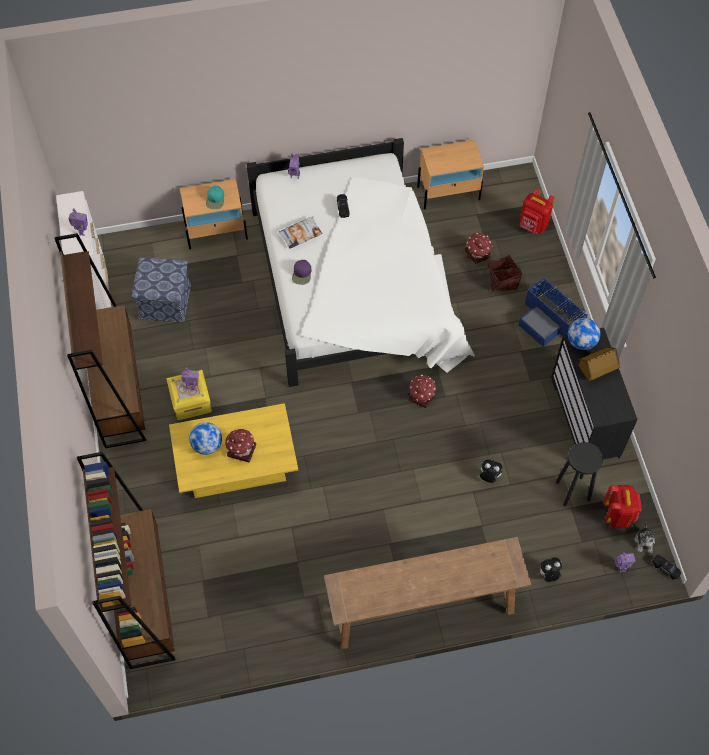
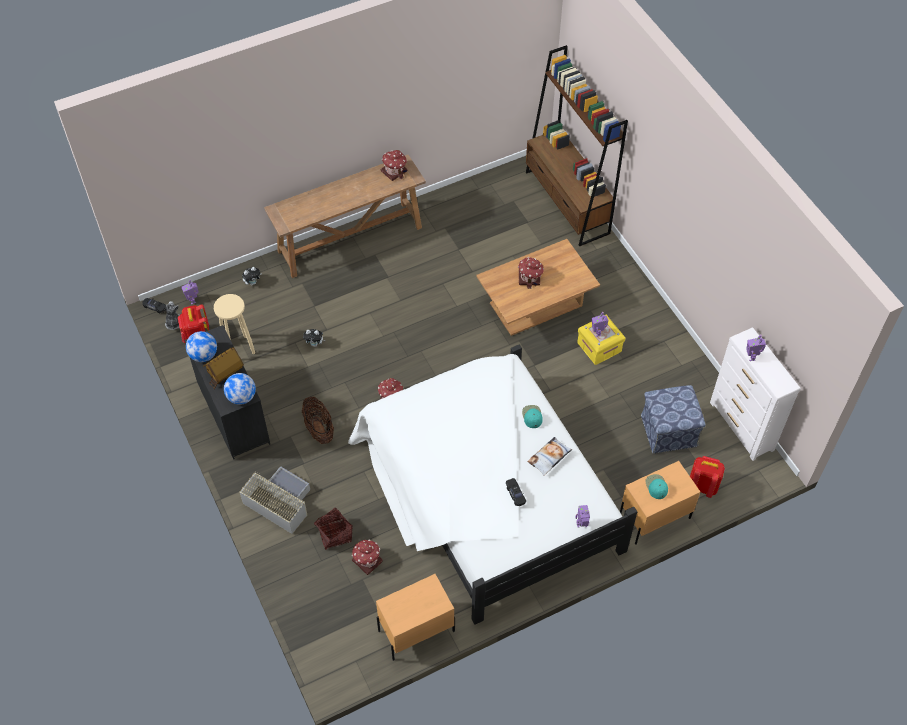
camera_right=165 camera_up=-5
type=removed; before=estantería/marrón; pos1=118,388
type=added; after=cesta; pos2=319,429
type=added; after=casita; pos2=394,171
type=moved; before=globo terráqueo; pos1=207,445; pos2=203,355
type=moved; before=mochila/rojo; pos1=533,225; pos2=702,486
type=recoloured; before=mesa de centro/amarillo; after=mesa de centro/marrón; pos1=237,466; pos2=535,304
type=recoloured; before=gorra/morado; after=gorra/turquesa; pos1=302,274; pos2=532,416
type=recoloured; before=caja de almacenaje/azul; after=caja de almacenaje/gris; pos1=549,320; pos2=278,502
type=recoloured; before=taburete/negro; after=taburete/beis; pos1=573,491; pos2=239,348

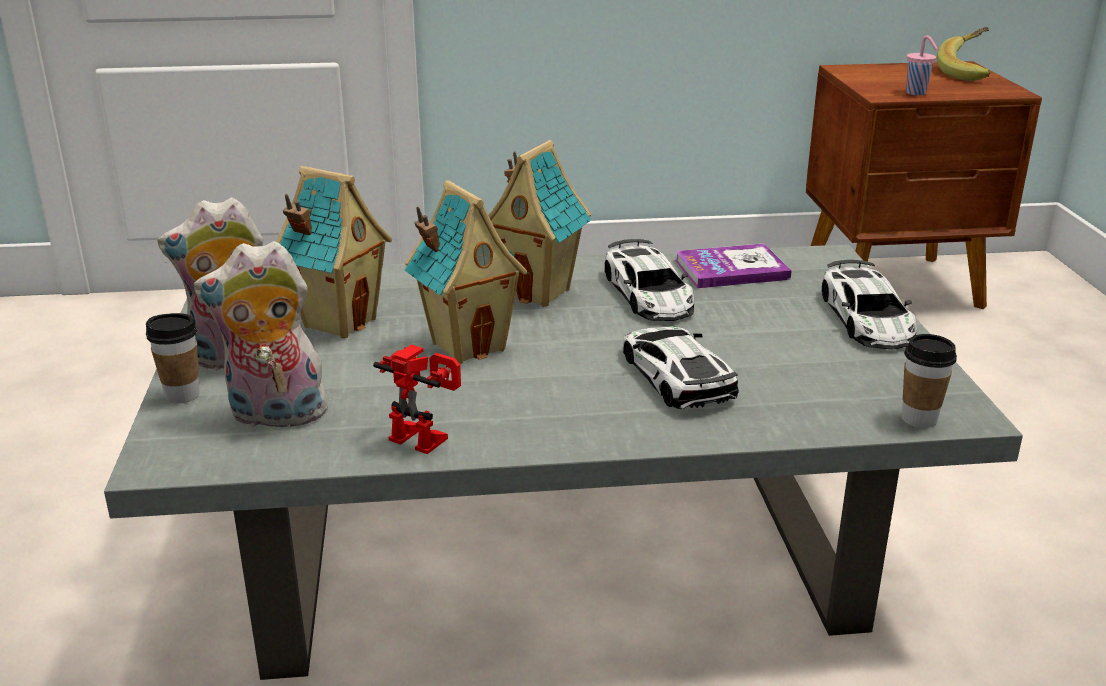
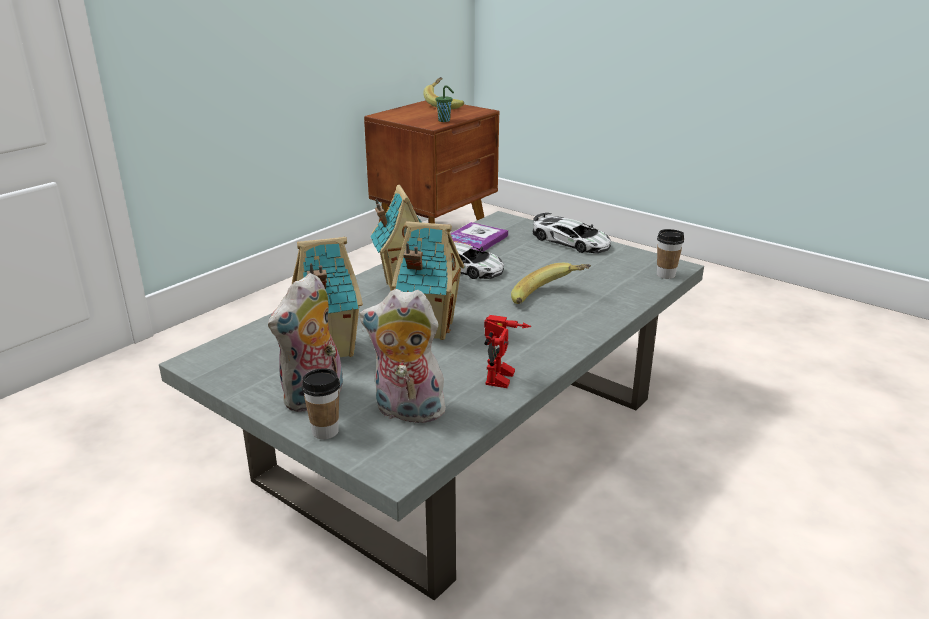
camera_right=-45 camera_up=0
type=replaced; before=coche de juguete; after=plátano; pos1=675,376; pos2=549,299
type=recoloured; before=taza/rosa; after=taza/verde; pos1=917,93; pos2=445,121
type=turned; before=peluche; pos1=275,416; pos2=407,412; turn=60
type=turned; before=robot de juguete; pos1=426,437; pos2=504,380; turn=120

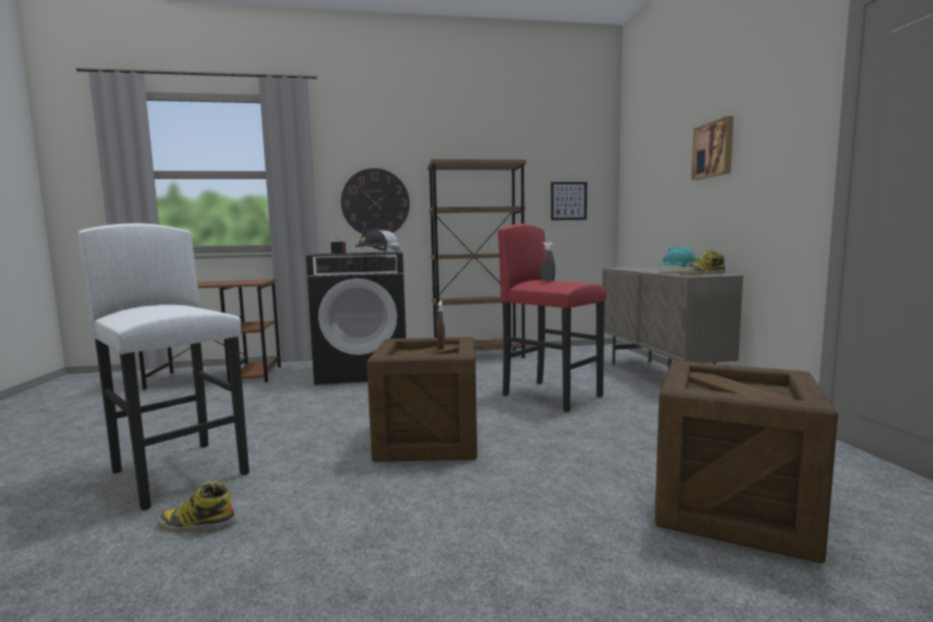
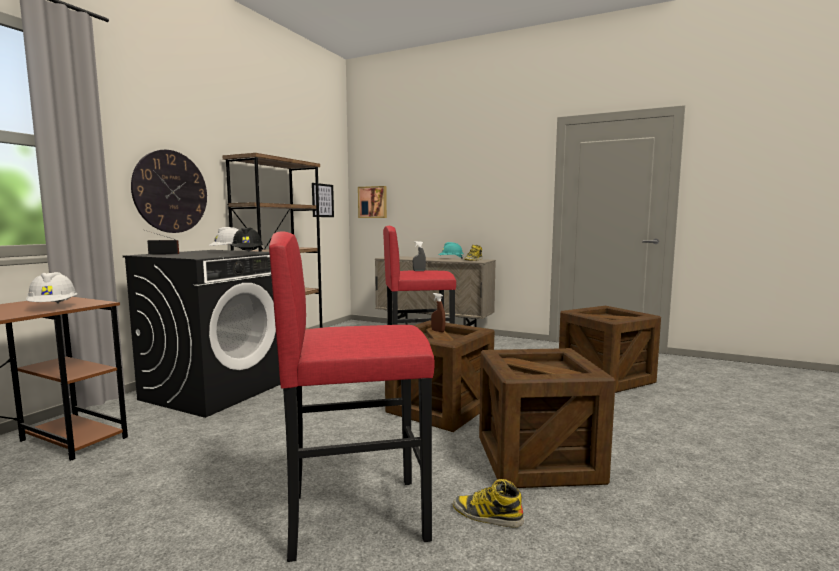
camera_right=-55 camera_up=0
type=added; after=casco/blanco; pos2=53,307
type=added; after=caja de embalaje; pos2=538,459
type=moved; before=cuadro; pos1=714,150; pos2=373,202
type=recoloured; before=taburete/blanco; after=taburete/rojo; pos1=180,472; pos2=356,516
type=turned; before=bota; pos1=196,524; pos2=487,515; turn=75

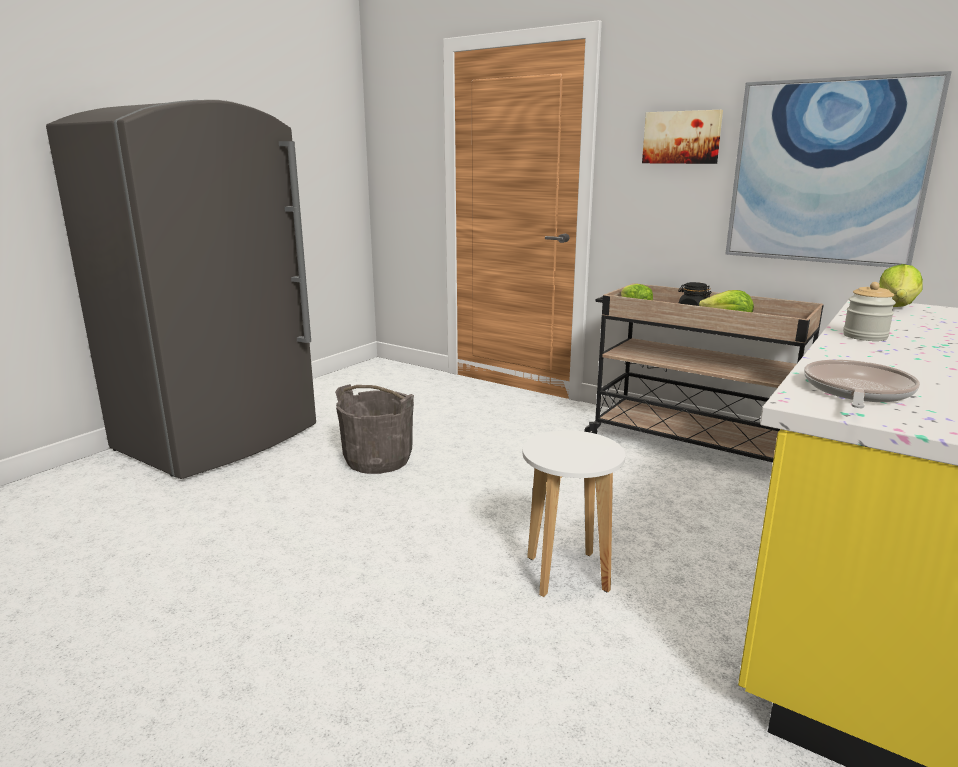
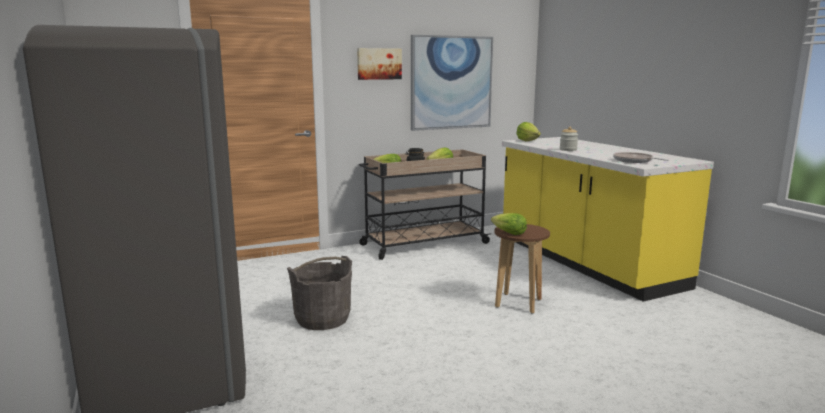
camera_right=-60 camera_up=-5
type=added; after=lechuga; pos2=508,233
type=recoloured; before=taburete/blanco; after=taburete/marrón; pos1=567,574; pos2=518,303

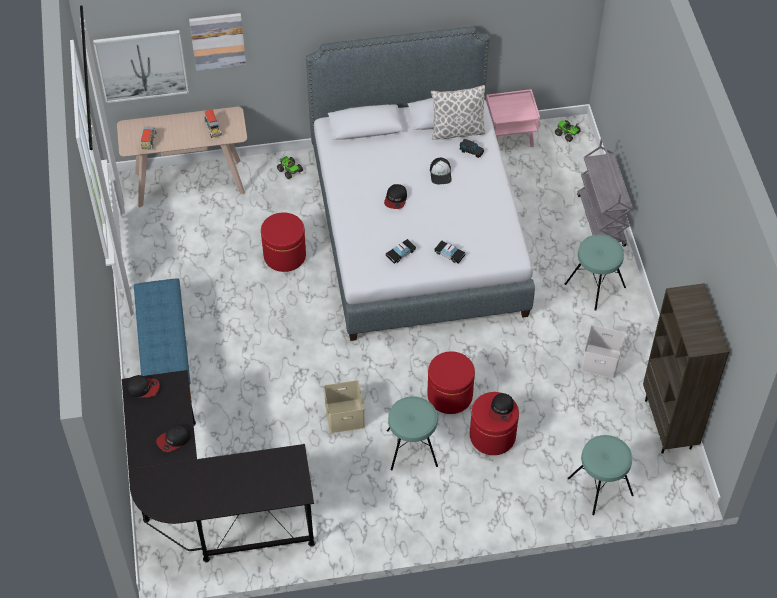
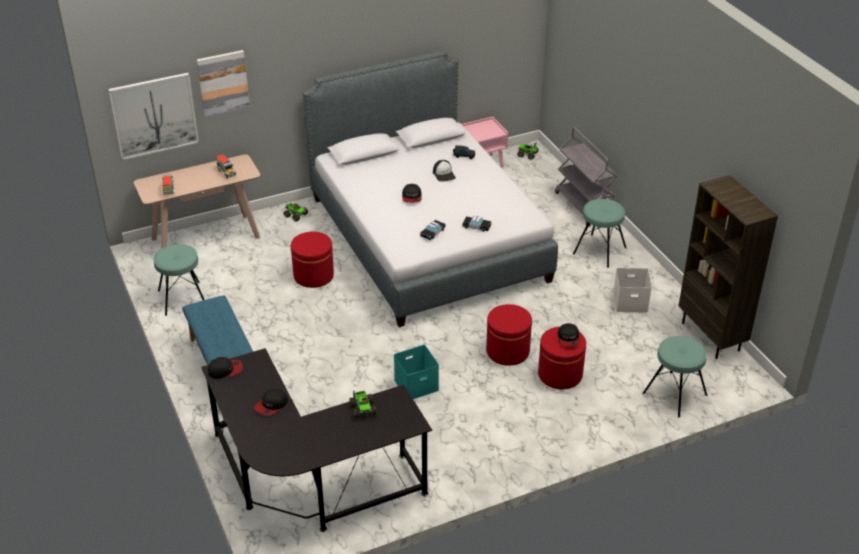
camera_right=-15 camera_up=-15
type=removed; before=cojín; pos1=457,131
type=added; after=camión de juguete; pos2=363,409
type=moved; before=taburete/turquesa; pos1=412,448; pos2=182,298
type=recoloured; before=caja de almacenaje/beis; after=caja de almacenaje/turquesa; pos1=345,415; pos2=416,384

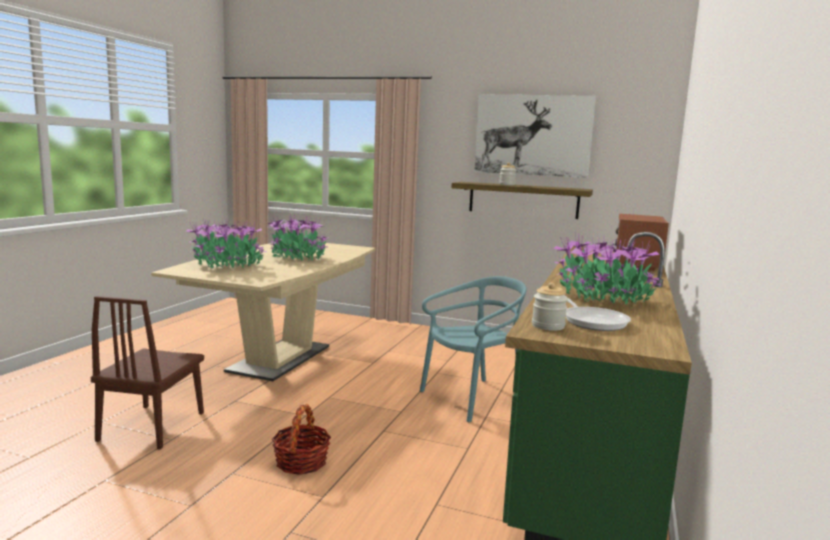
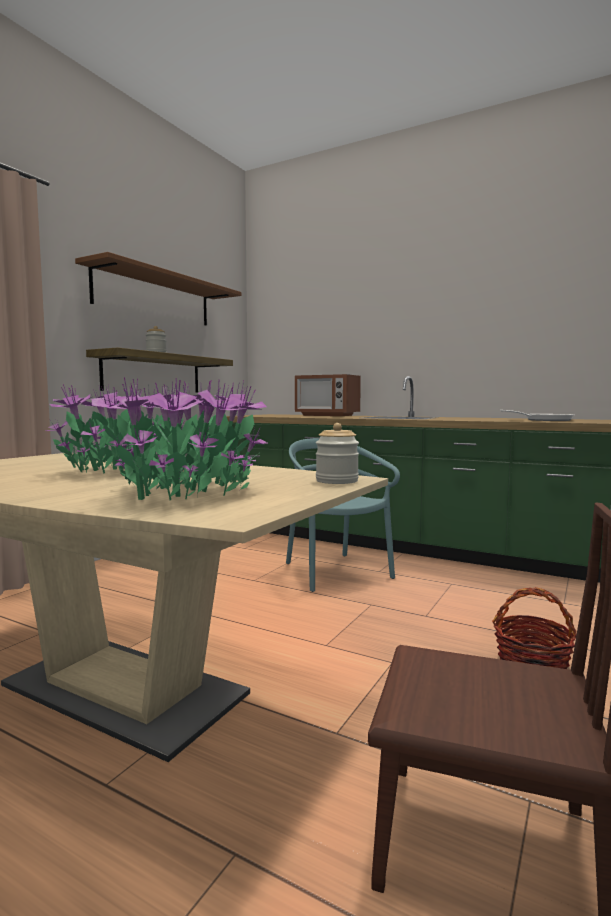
camera_right=-80 camera_up=-5
type=removed; before=planta en maceta; pos1=603,299
type=moved; before=tarro; pos1=548,326; pos2=337,481
type=replaced; before=cuadro; after=estante/marrón; pos1=532,135; pos2=154,297

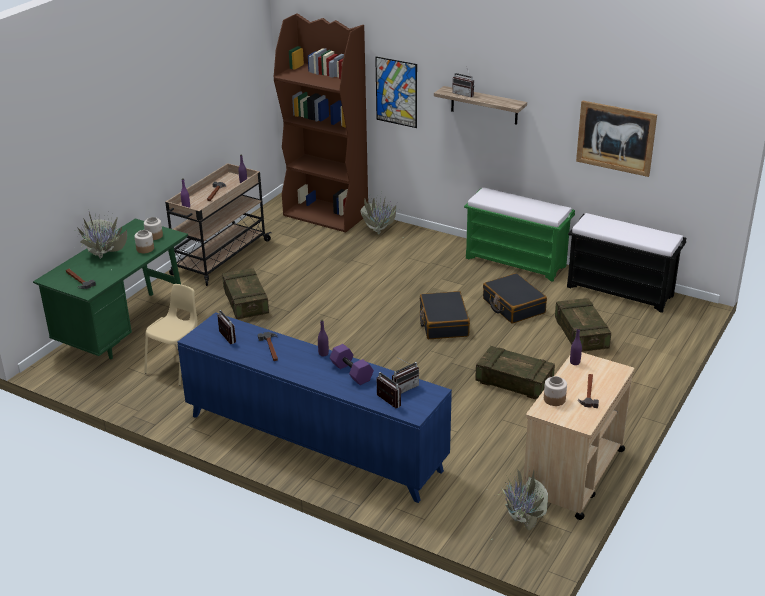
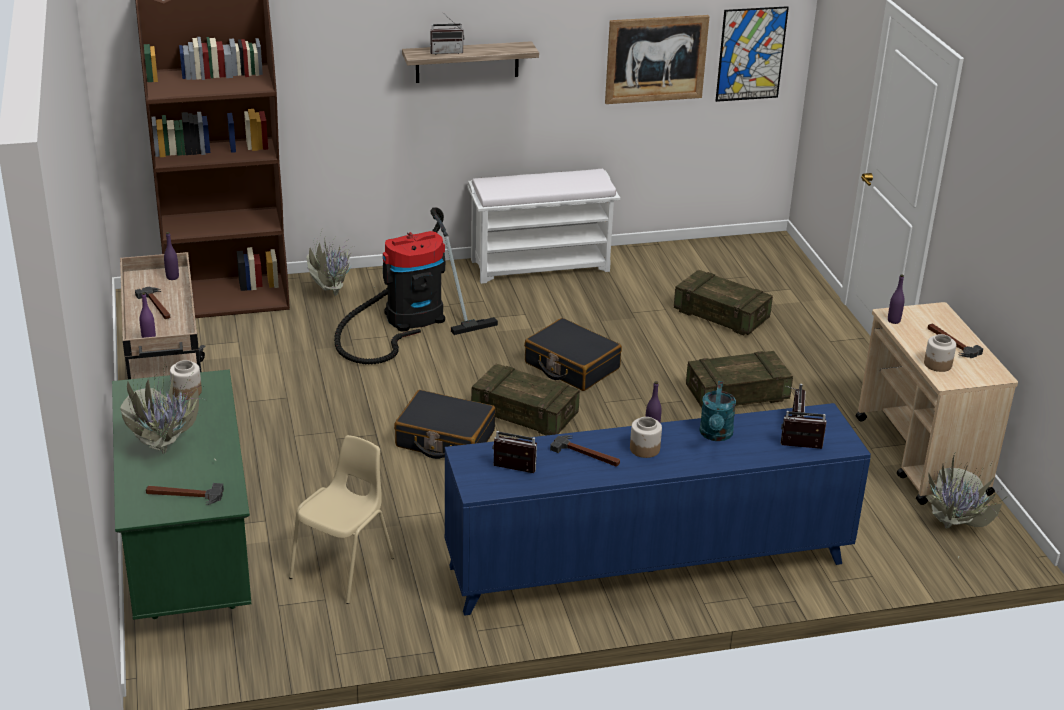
camera_right=-45 camera_up=0
type=removed; before=banco/negro; pos1=621,291
type=added; after=aspiradora; pos2=408,320
type=moved; before=tarro; pos1=145,249; pos2=645,449
type=moved; before=caja de embalaje; pos1=246,303; pos2=524,414
type=moved; before=cuadro; pos1=396,92; pos2=751,54
type=moved; before=maleta/negro; pos1=513,306; pos2=445,439
type=replaced; before=mancuerna/morado; after=regadera/turquesa; pos1=352,372; pos2=716,435
type=recoloured; before=banco/verde; after=banco/blanco; pos1=516,262; pos2=541,265
type=turned; before=silla/beis; pos1=178,366; pos2=344,568; turn=45

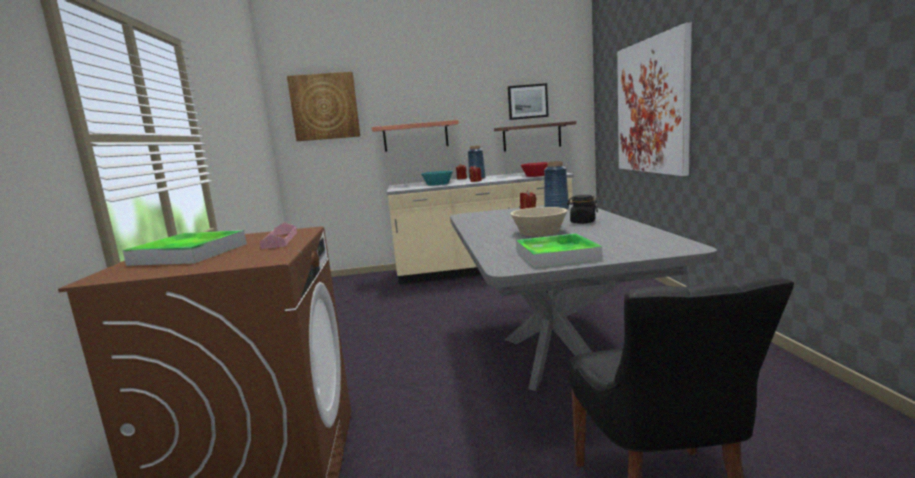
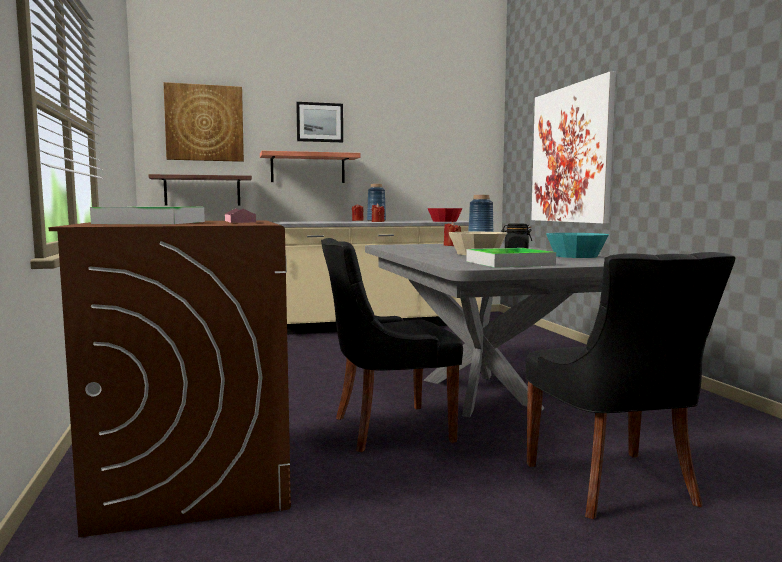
camera_right=-10 camera_up=-5
type=added; after=silla/negro; pos2=389,429
type=moved; before=cuenco/turquesa; pos1=438,184; pos2=576,256
type=moved; before=estante; pos1=532,137; pos2=202,190
type=moved; before=cuadro; pos1=527,101; pos2=319,122

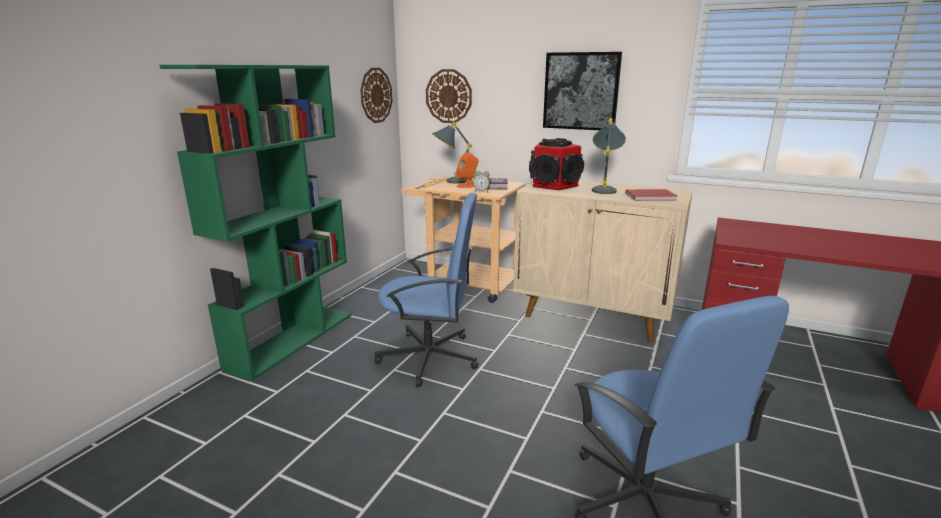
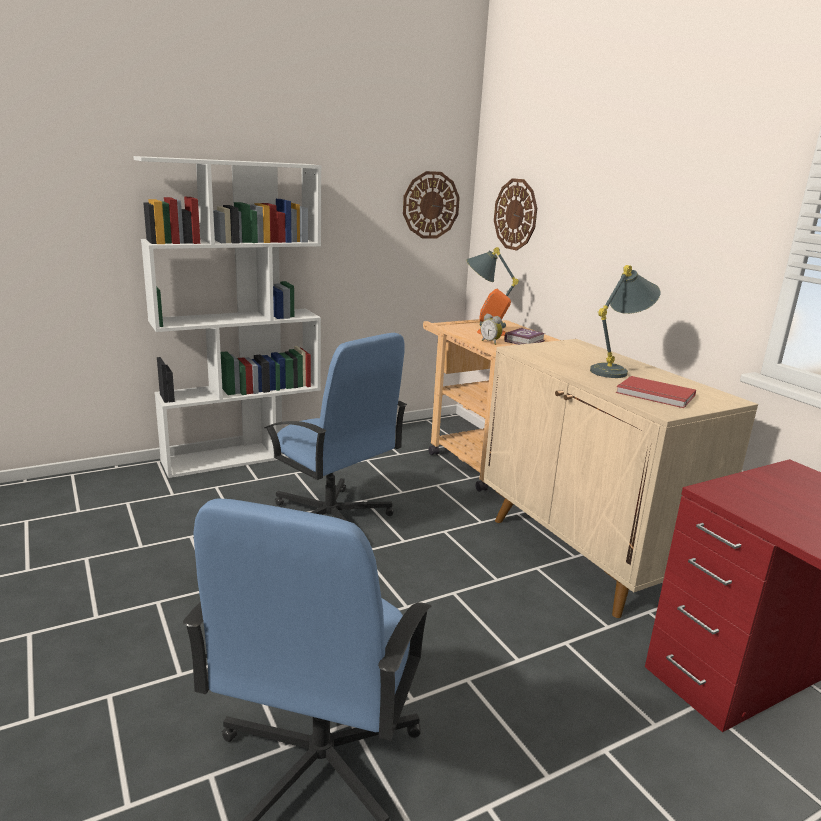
camera_right=35 camera_up=0
type=removed; before=altavoz; pos1=554,185
type=removed; before=cuadro; pos1=581,91
type=recoloured; before=estantería/verde; after=estantería/blanco; pos1=292,339; pos2=243,456

